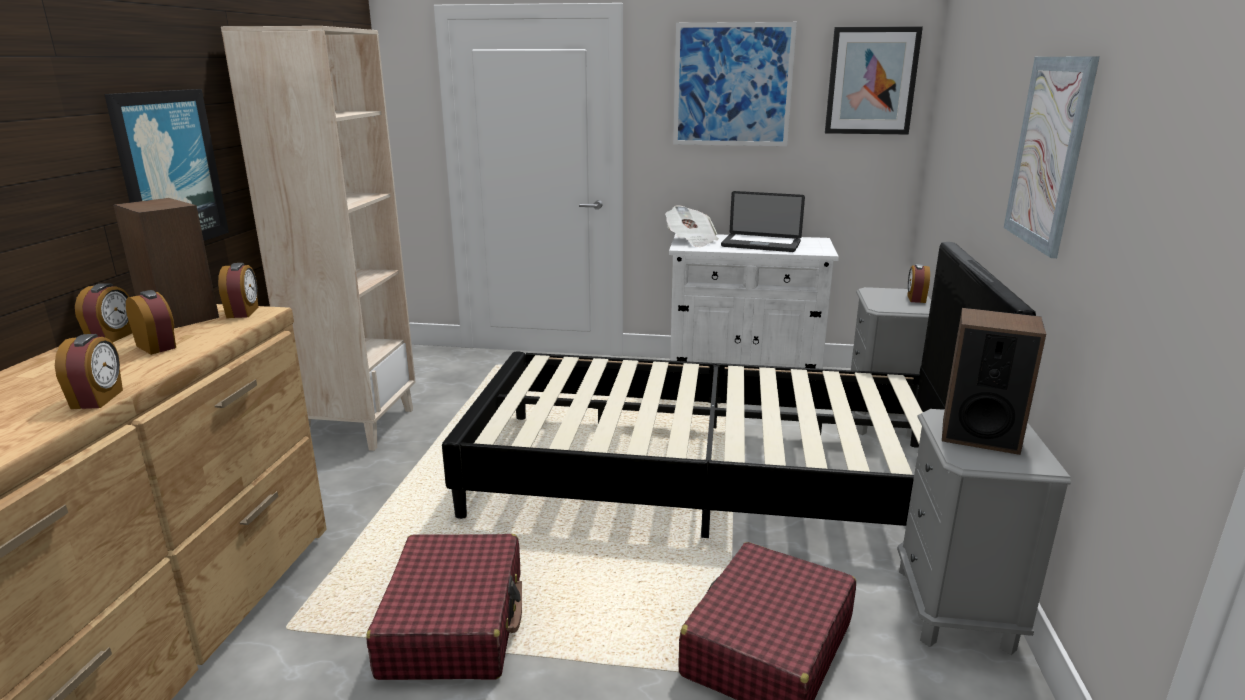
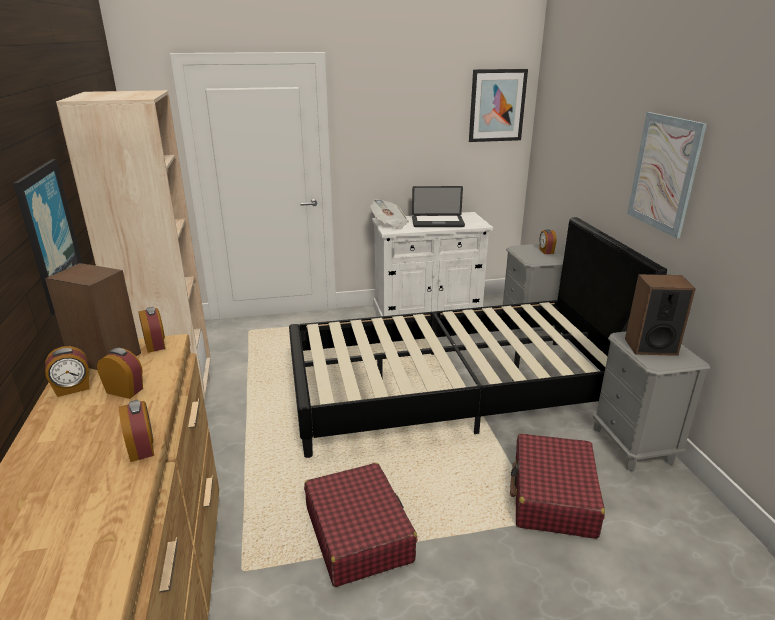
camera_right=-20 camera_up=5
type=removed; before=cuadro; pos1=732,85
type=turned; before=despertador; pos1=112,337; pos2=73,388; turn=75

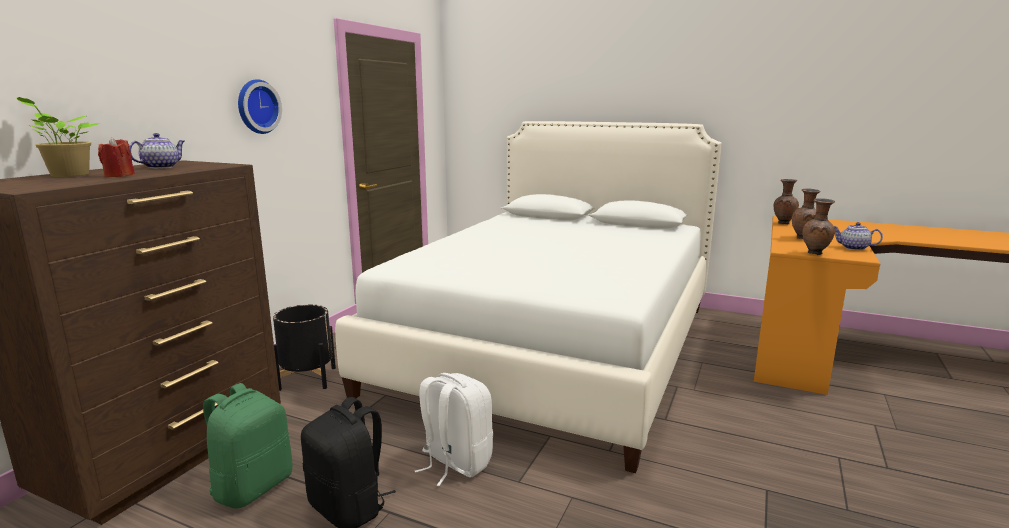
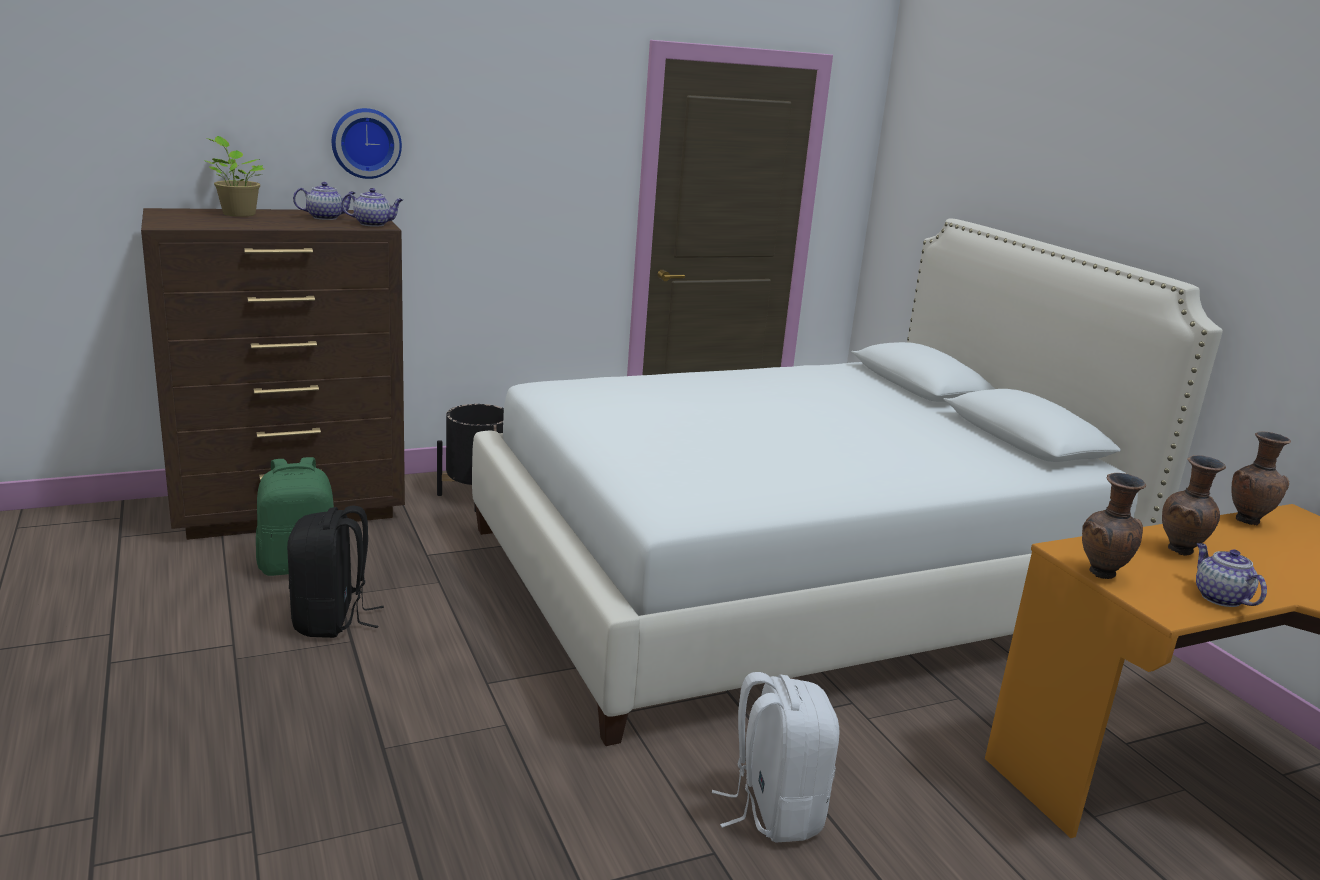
camera_right=40 camera_up=5
type=removed; before=vela/rojo; pos1=119,175
type=added; after=tetera; pos2=373,224
type=moved; before=reloj de pared; pos1=256,106; pos2=365,143
type=moved; before=mochila/blanco; pos1=455,463; pos2=774,810

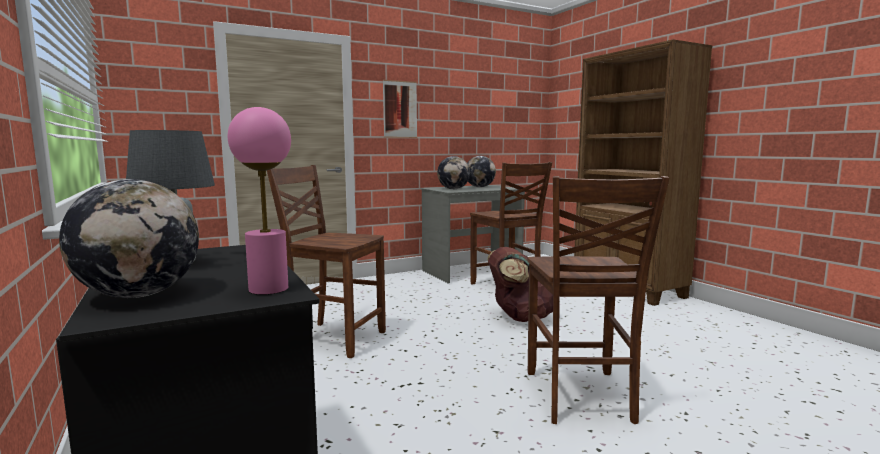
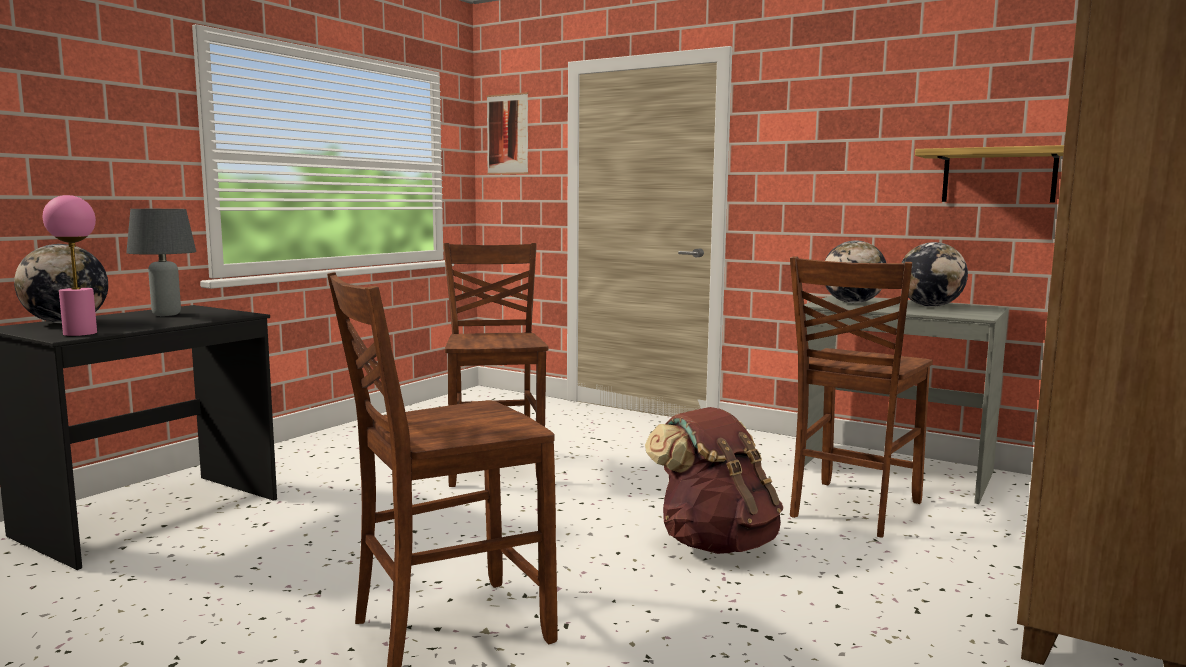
camera_right=60 camera_up=0
type=added; after=estante; pos2=998,176
type=moved; before=cuadro; pos1=400,109; pos2=507,134

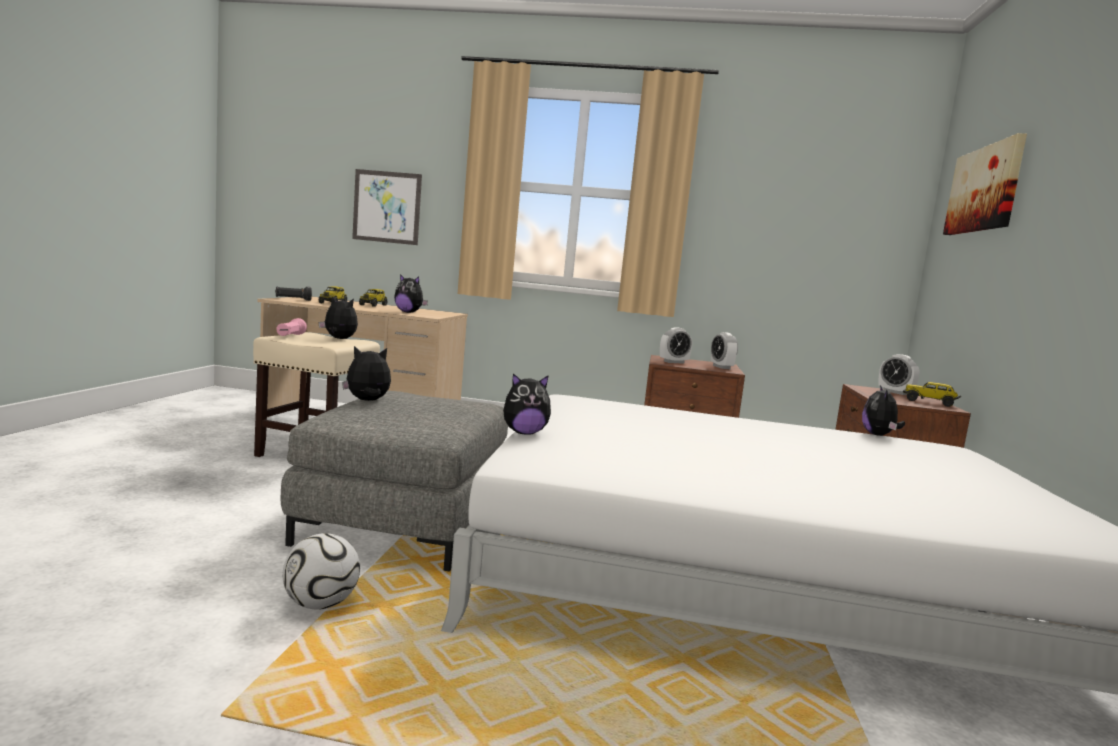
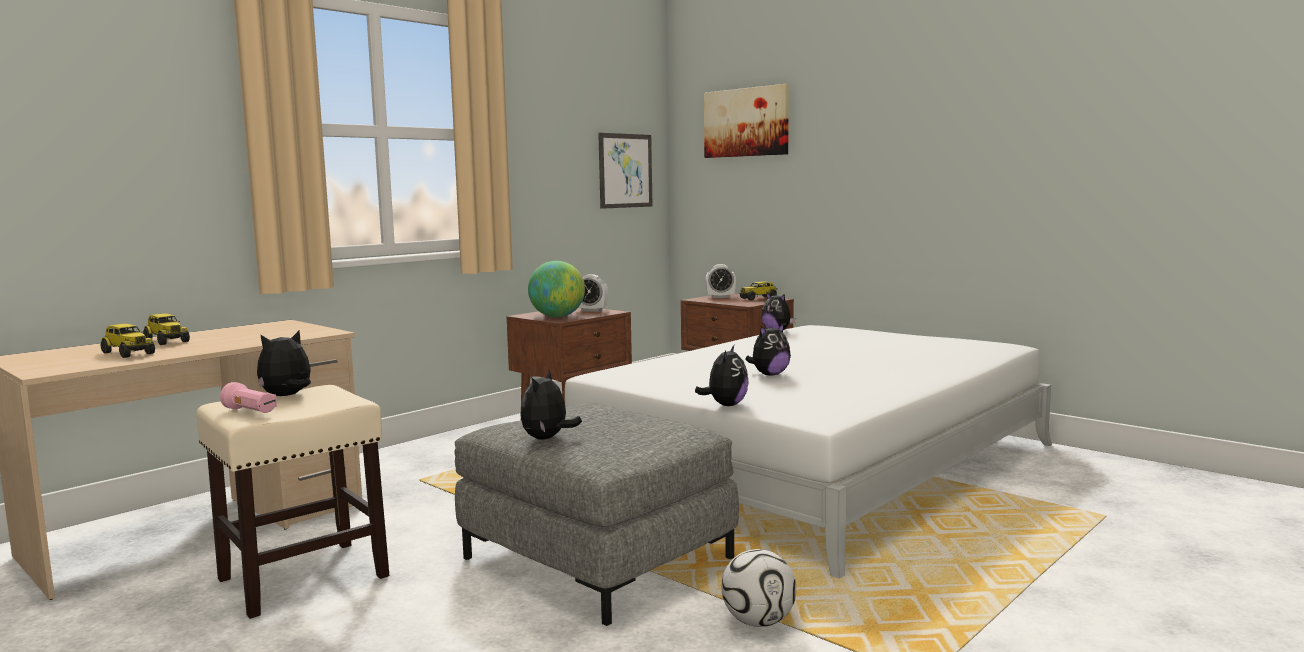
camera_right=-55 camera_up=0
type=removed; before=linterna/negro; pos1=293,299
type=moved; before=cuadro; pos1=387,207; pos2=625,170
type=moved; before=peluche; pos1=409,312; pos2=769,374
type=replaced; before=despertador; after=globo terráqueo; pos1=673,362; pos2=557,317

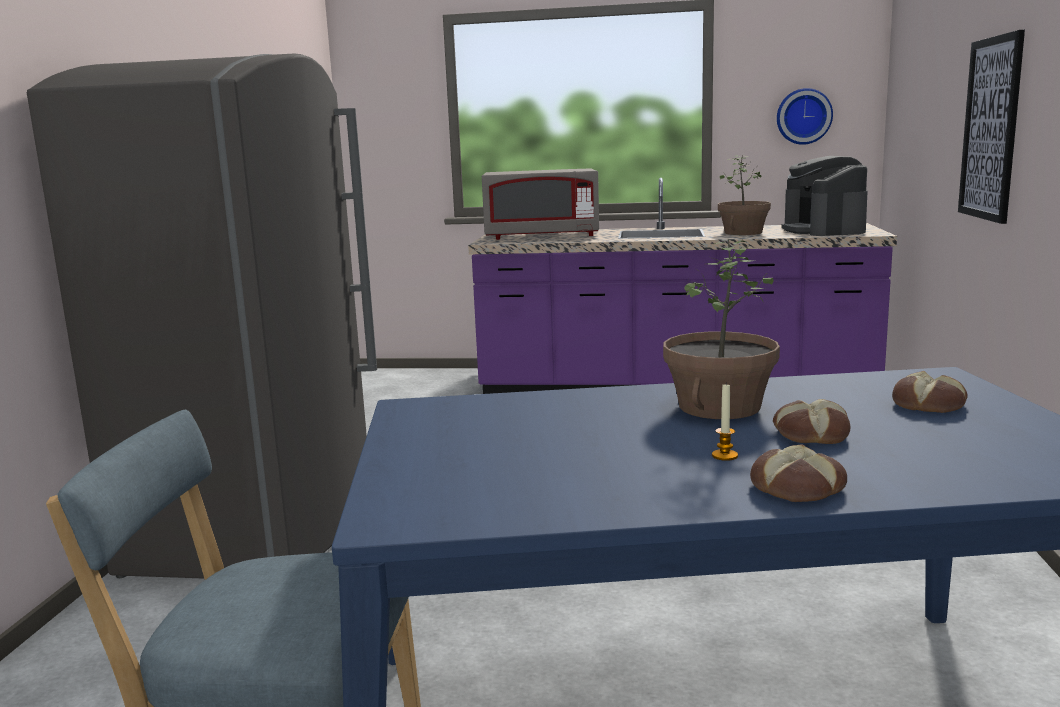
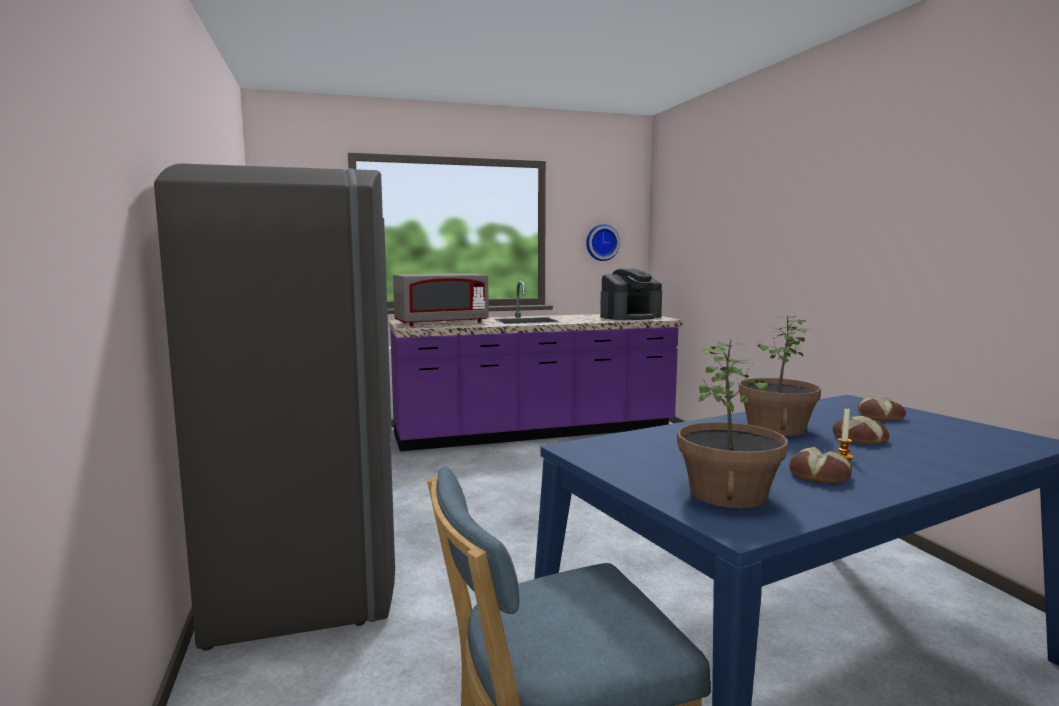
camera_right=-25 camera_up=-5
type=removed; before=cuadro; pos1=991,129
type=moved; before=planta en maceta; pos1=743,233; pos2=729,494
type=moved; before=pan; pos1=799,488; pos2=821,475
type=turned; before=cafetera; pos1=823,230; pos2=630,317; turn=-90

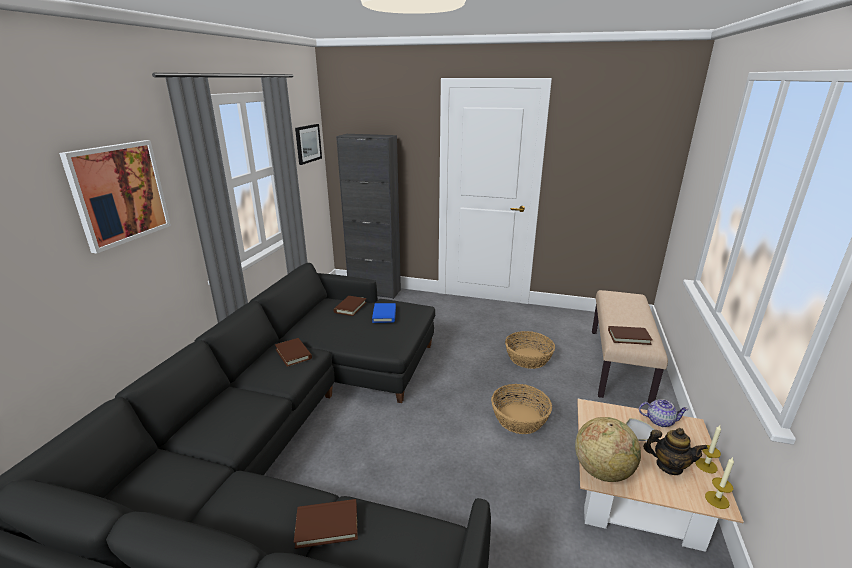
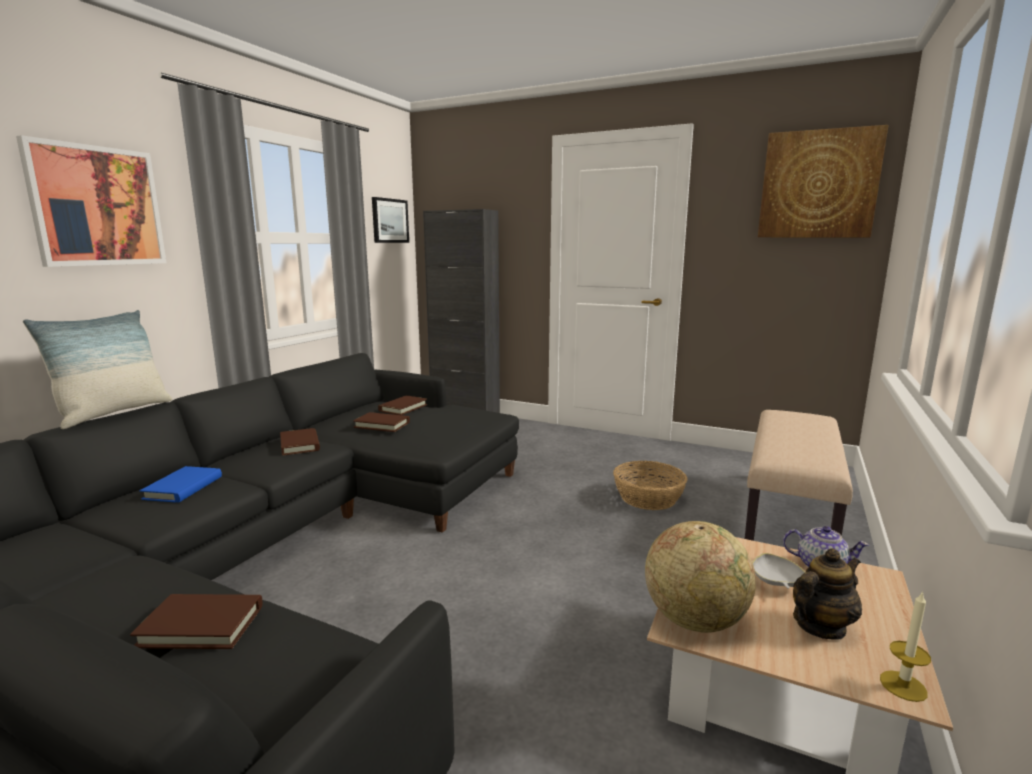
camera_right=10 camera_up=-10
type=removed; before=cesta; pos1=520,419
type=removed; before=vela; pos1=706,465
type=added; after=cojín; pos2=113,413
type=added; after=cuadro; pos2=818,185
type=moved; before=libro/azul; pos1=384,315; pos2=183,488
type=moved; before=libro/marrón; pos1=629,337; pos2=382,425
type=turned; before=tetera; pos1=669,466; pos2=820,627; turn=-60

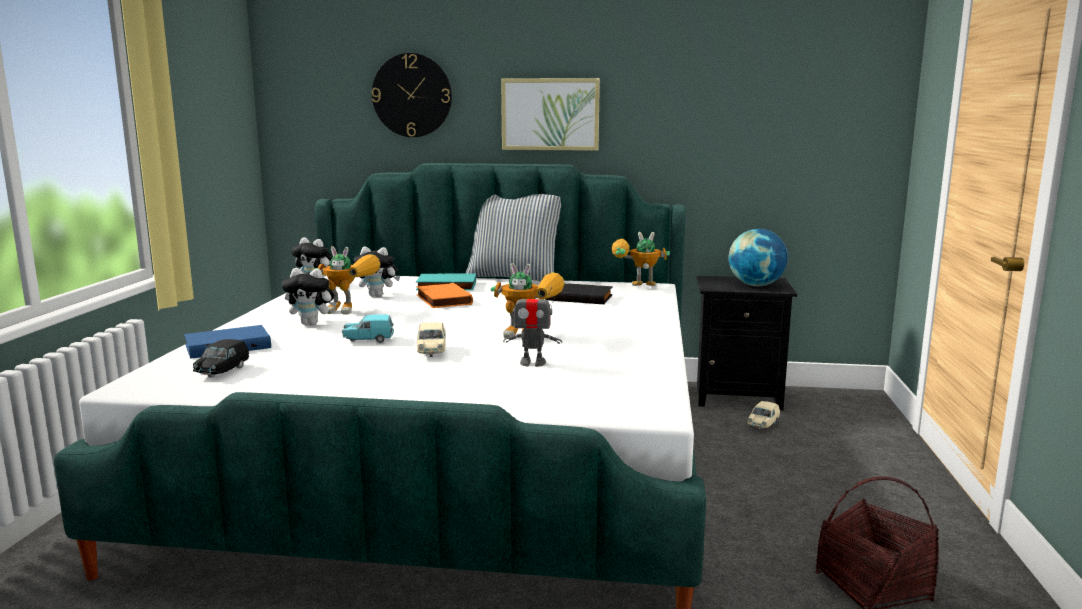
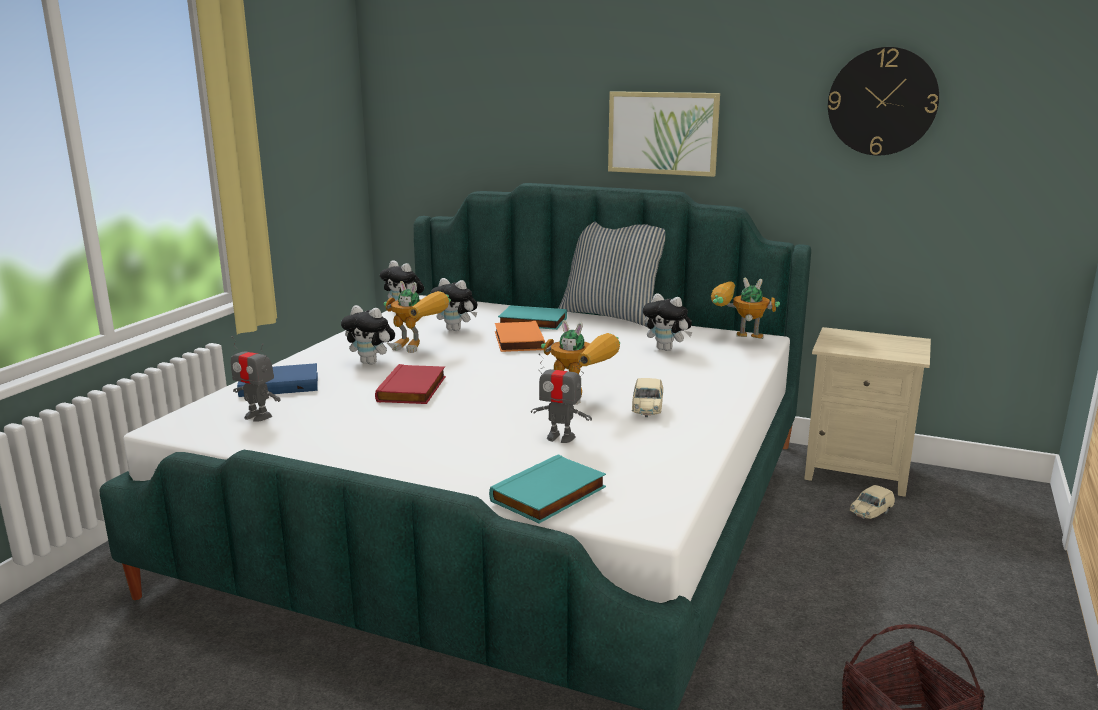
camera_right=15 camera_up=5
type=removed; before=globo terráqueo; pos1=756,285
type=added; after=libro/turquesa; pos2=550,495
type=moved; before=reloj de pared; pos1=412,95; pos2=882,101
type=moved; before=coche de juguete/beis; pos1=431,352; pos2=647,410
type=replaced; before=coche de juguete/negro; after=robot de juguete; pos1=222,371; pos2=258,416
type=replaced; before=coche de juguete/turquesa; after=libro/rojo; pos1=368,340; pos2=413,389
type=replaced; before=libro/negro; after=peluche; pos1=580,297; pos2=667,349
type=recoloured; before=mesita de noche/negro; after=mesita de noche/beis; pos1=737,396; pos2=857,471

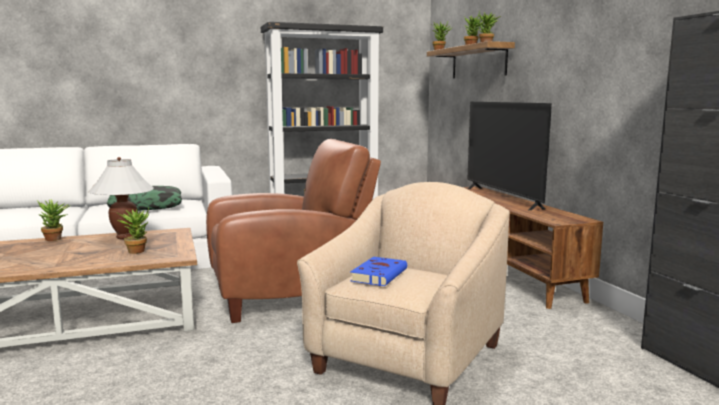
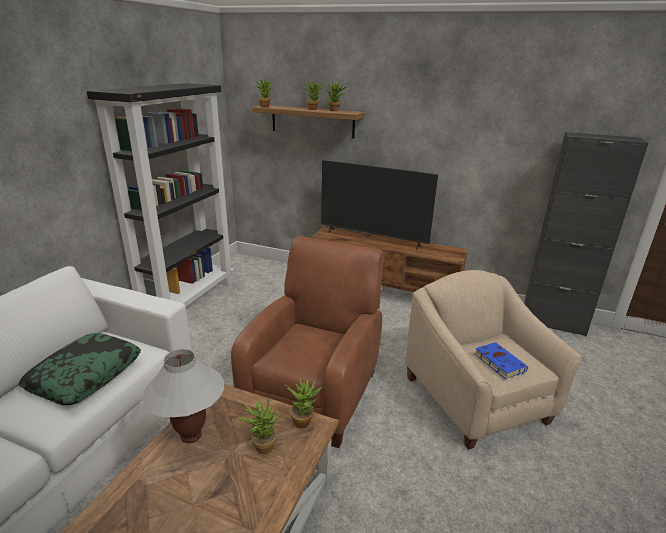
camera_right=-50 camera_up=15
type=moved; before=planta en maceta; pos1=56,239; pos2=304,420

